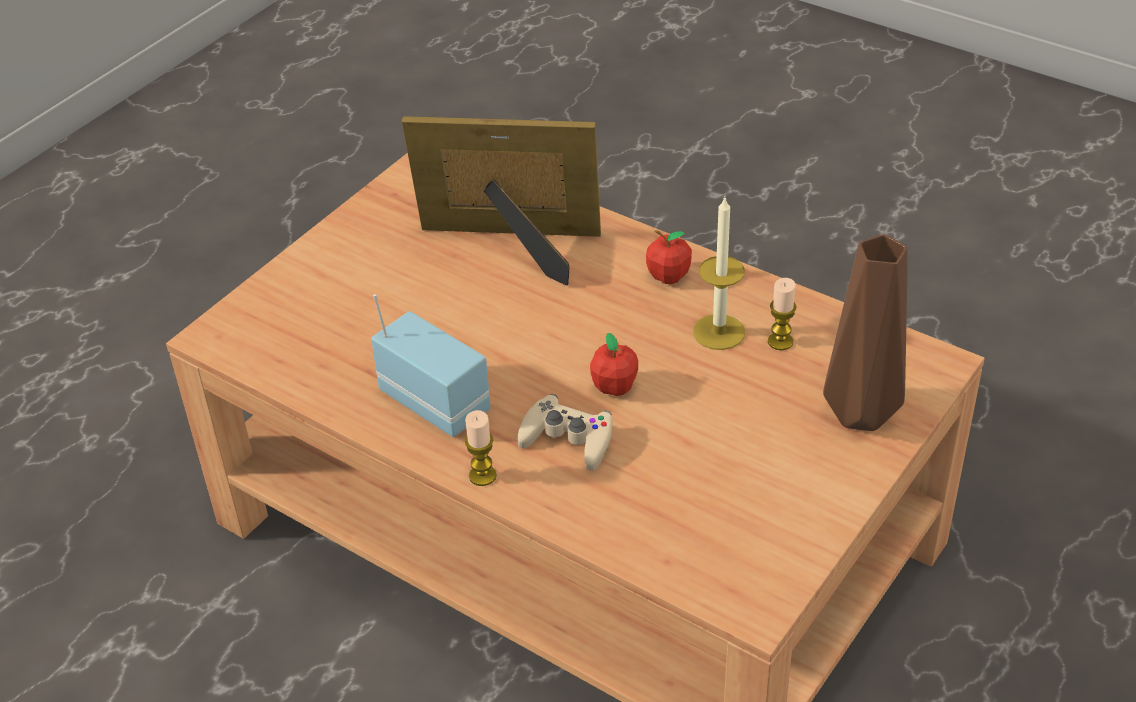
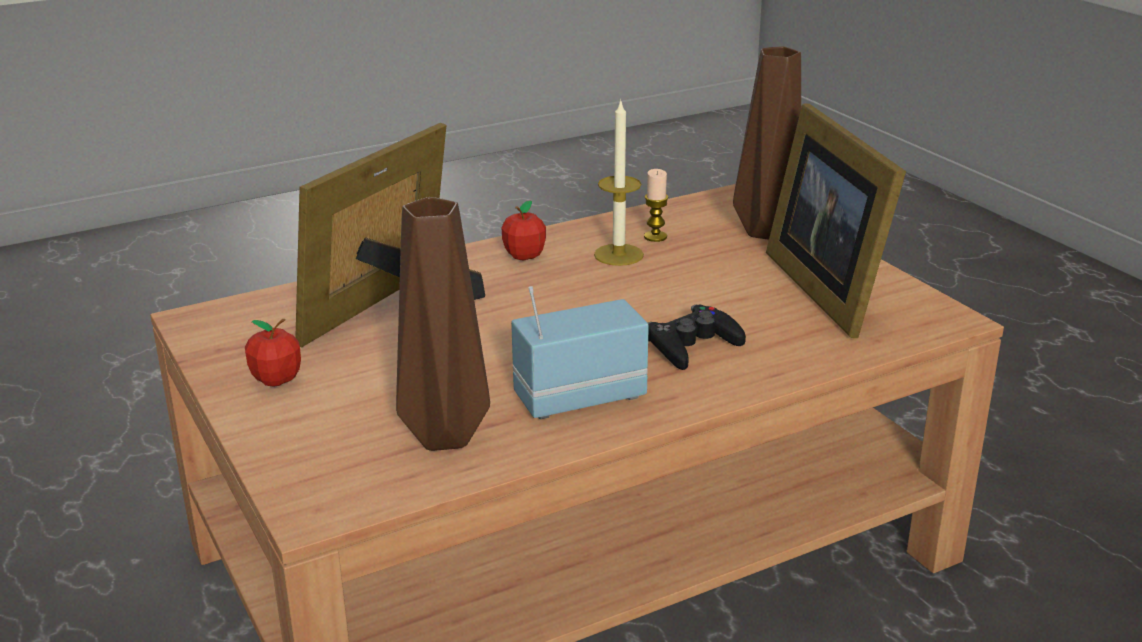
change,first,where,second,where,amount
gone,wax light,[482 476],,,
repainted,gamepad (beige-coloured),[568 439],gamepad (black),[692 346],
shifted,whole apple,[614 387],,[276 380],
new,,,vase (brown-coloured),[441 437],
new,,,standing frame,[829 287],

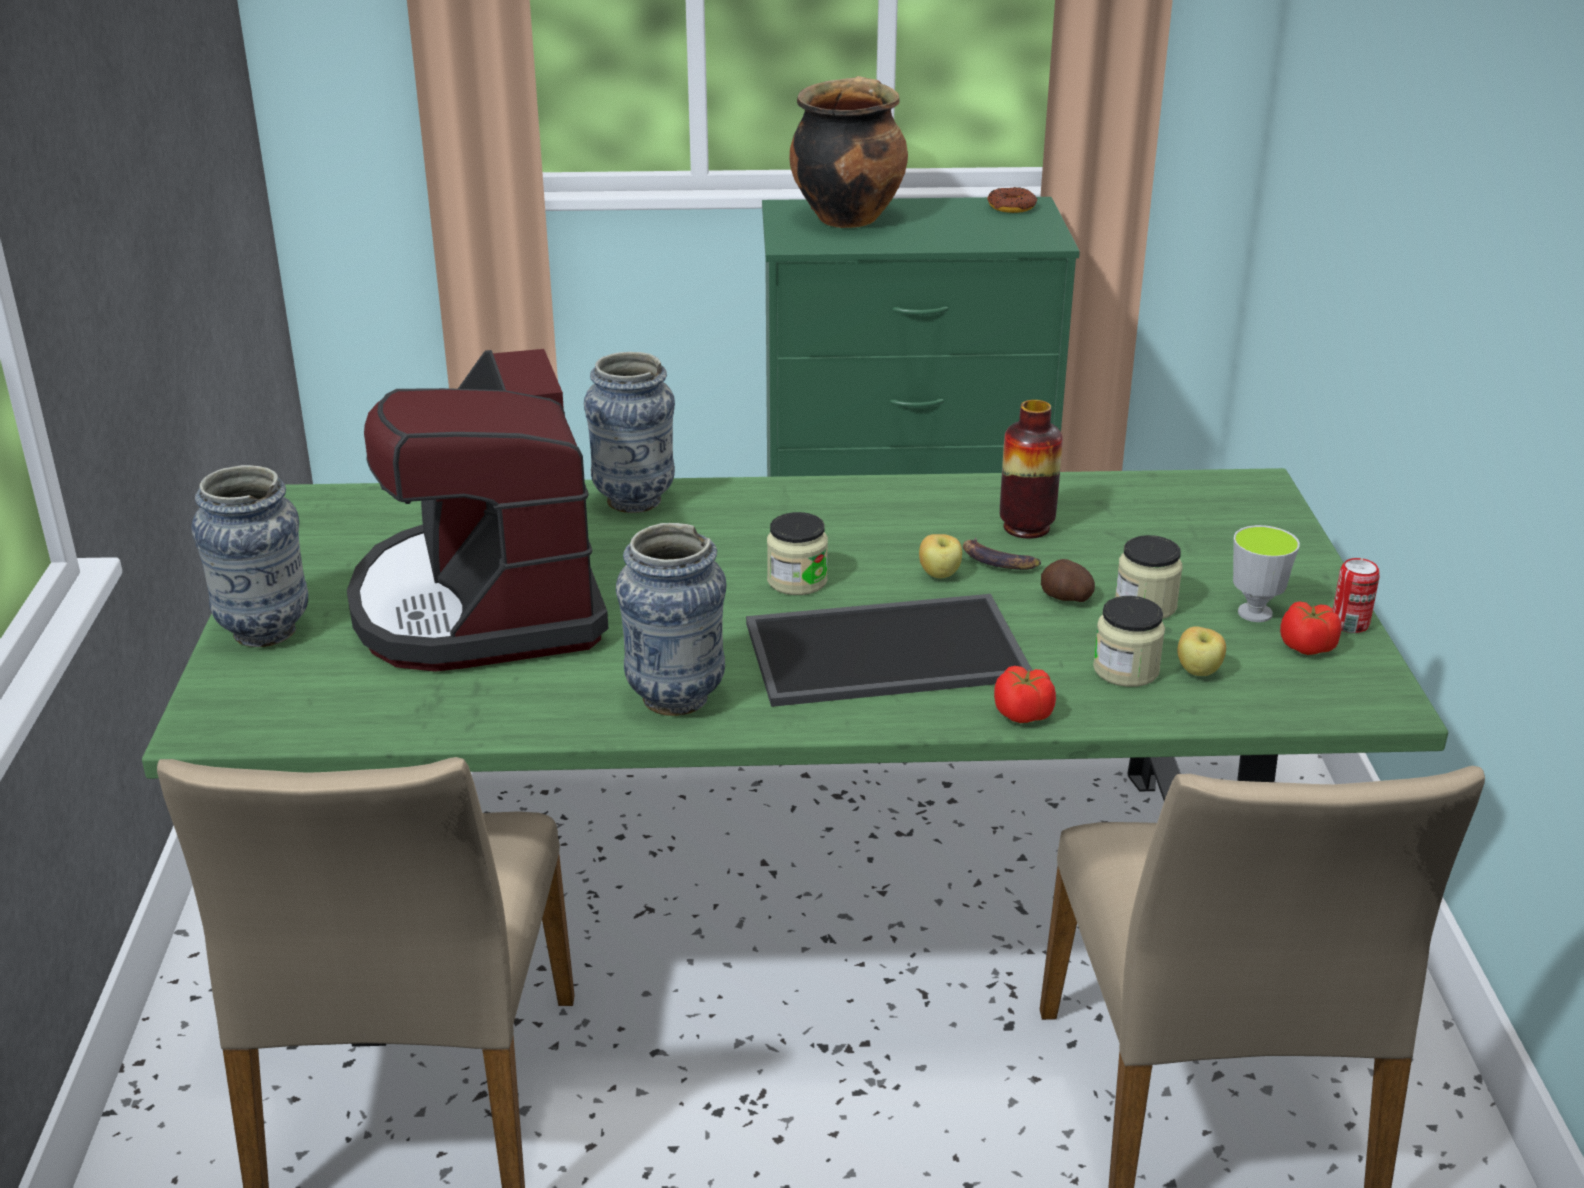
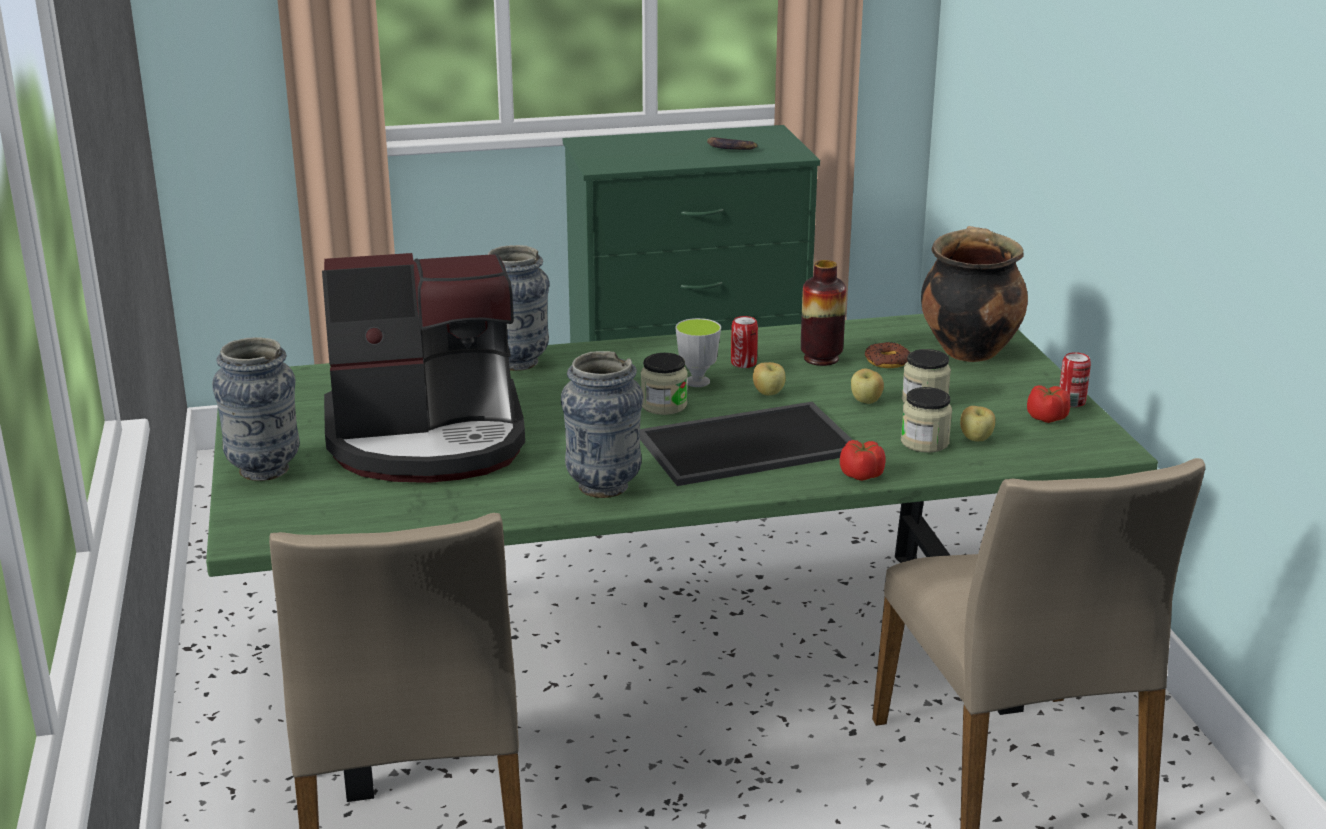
change,first,where,second,where,amount
rotated,coffee maker,[481 605],,[428 440],75 degrees counterclockwise
shifted,cooking pot,[847 217],,[968 350],
shifted,banana fruit,[998 560],,[730 148],
shifted,donut,[1011 207],,[887 361],
swapped,spud,[1065 599],whole apple,[866 401],
shifted,cup,[1255 613],,[697 382],
new,,,sealed can,[743 363],

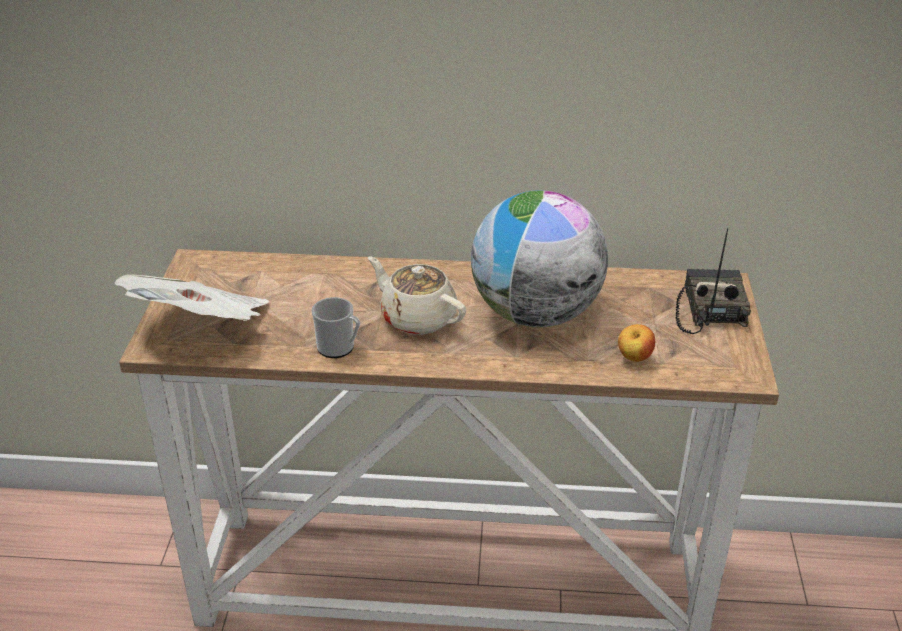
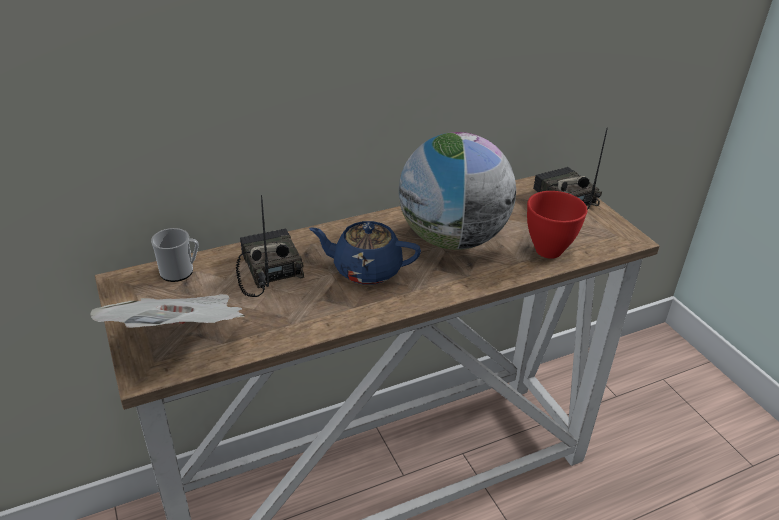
change,first,where,second,where,amount
shifted,mug,[339 348],,[180 272],
repainted,teapot (beige-coloured),[417 318],teapot (blue-coloured),[366 270],
swapped,whole apple,[634 358],bowl (red-coloured),[549 250],
new,,,radio,[267 269],

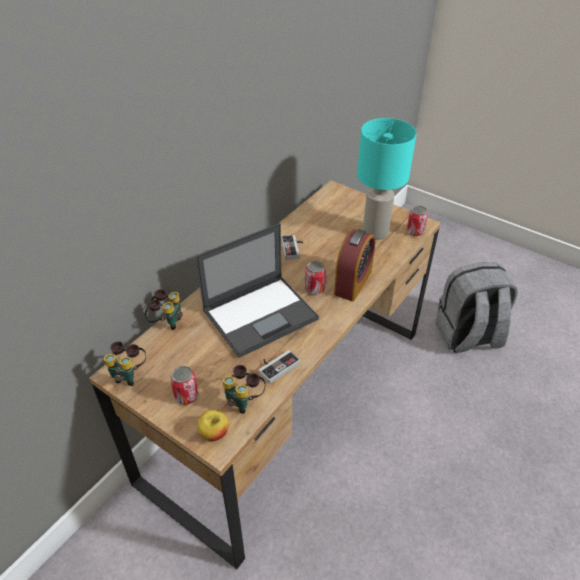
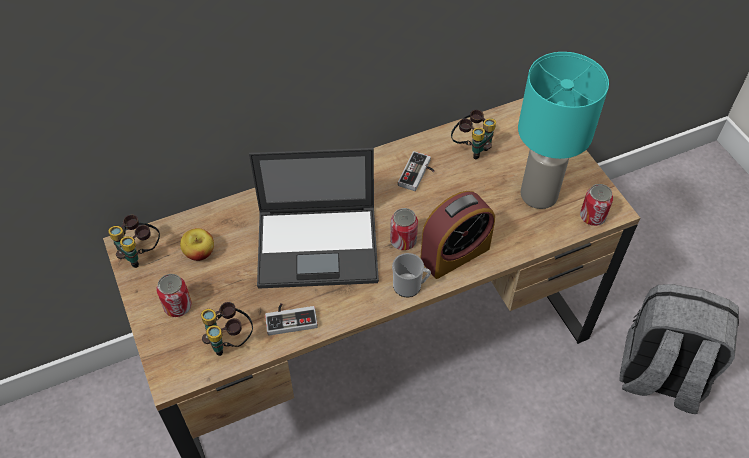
change,first,where,second,where,amount
shifted,field glasses,[166 322],,[472 147],
shifted,whole apple,[214 433],,[199 253],
new,,,mug,[410 286],

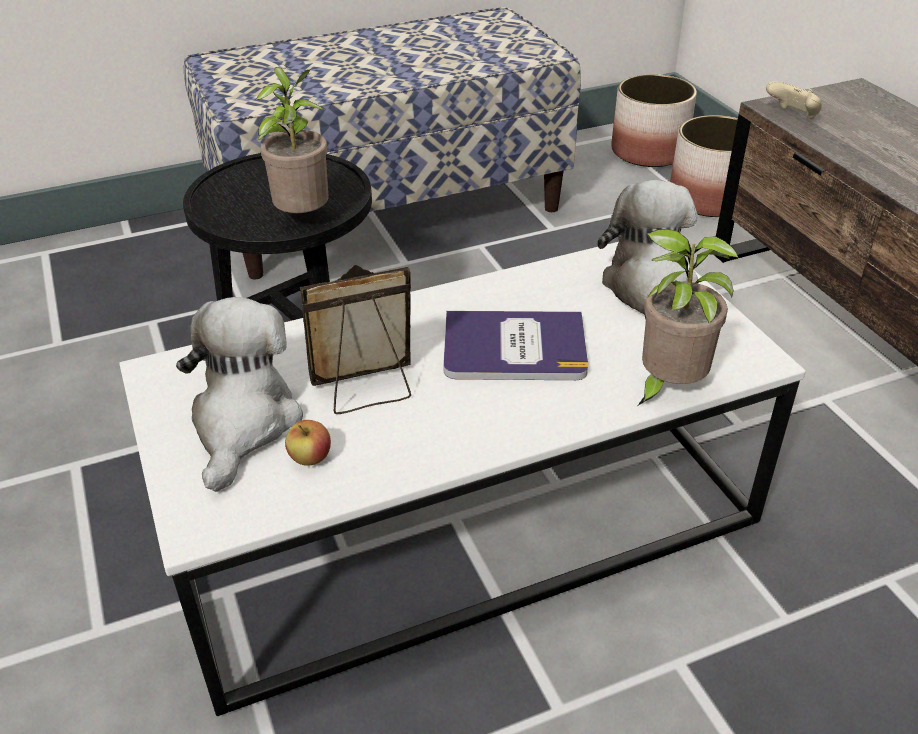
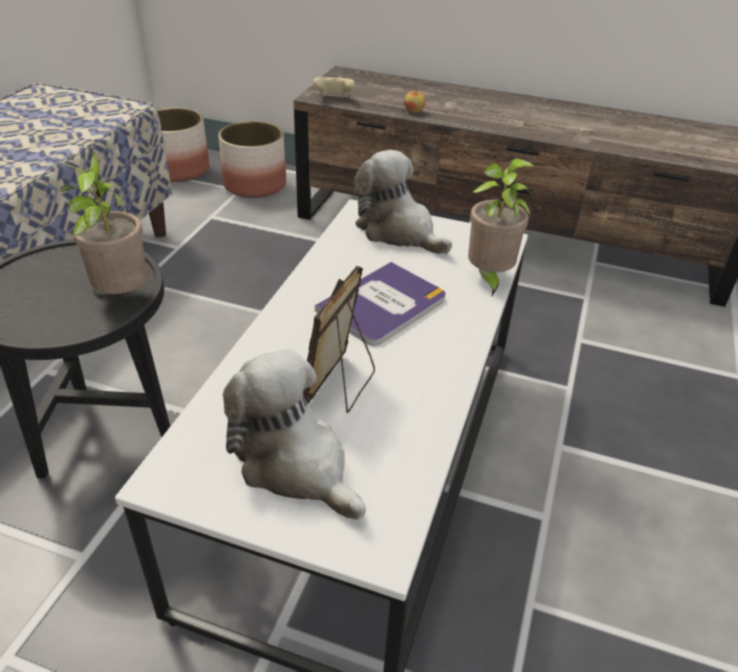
change,first,where,second,where,amount
shifted,whole apple,[310 458],,[414 111],

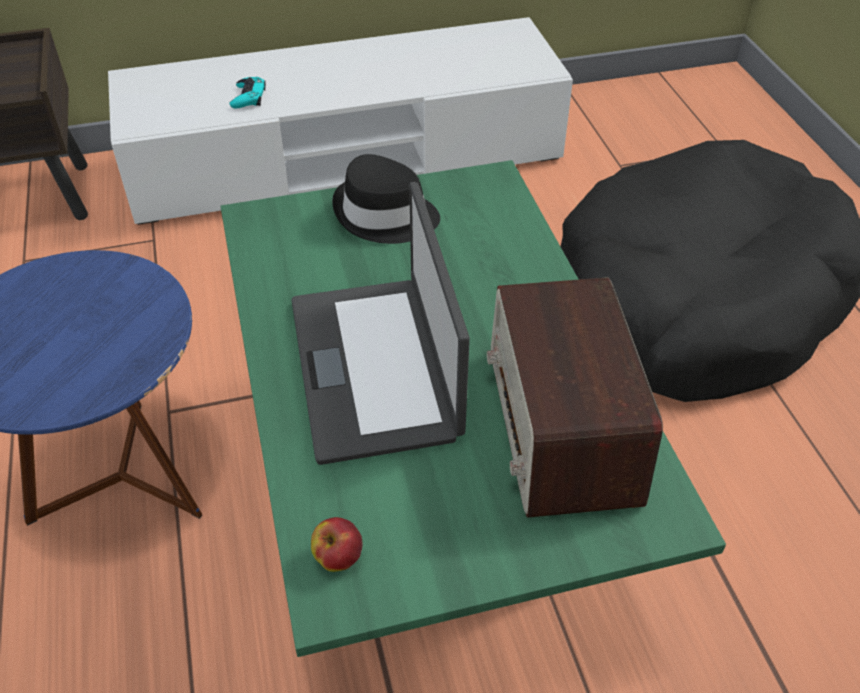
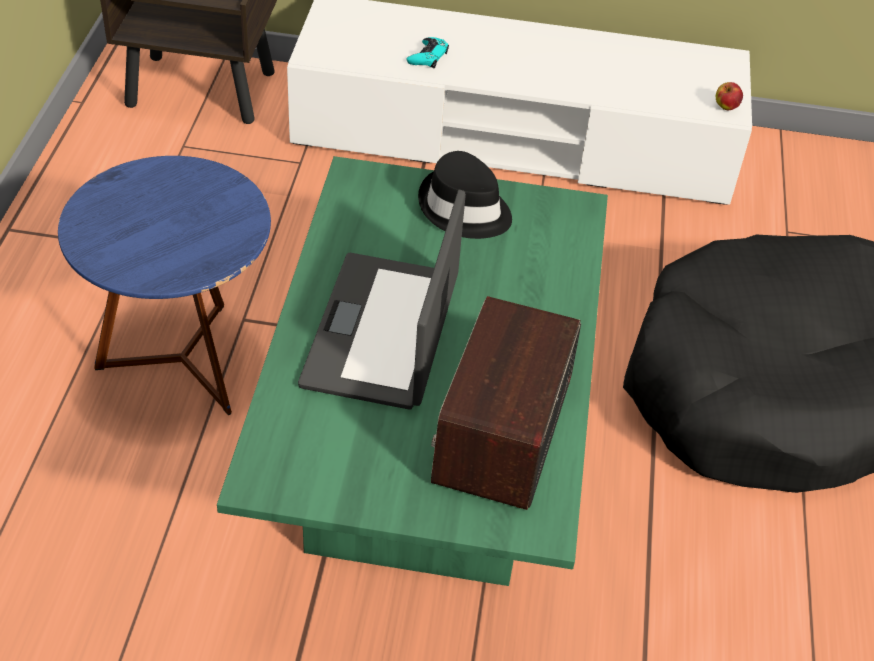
change,first,where,second,where,amount
shifted,whole apple,[338 557],,[726 107],

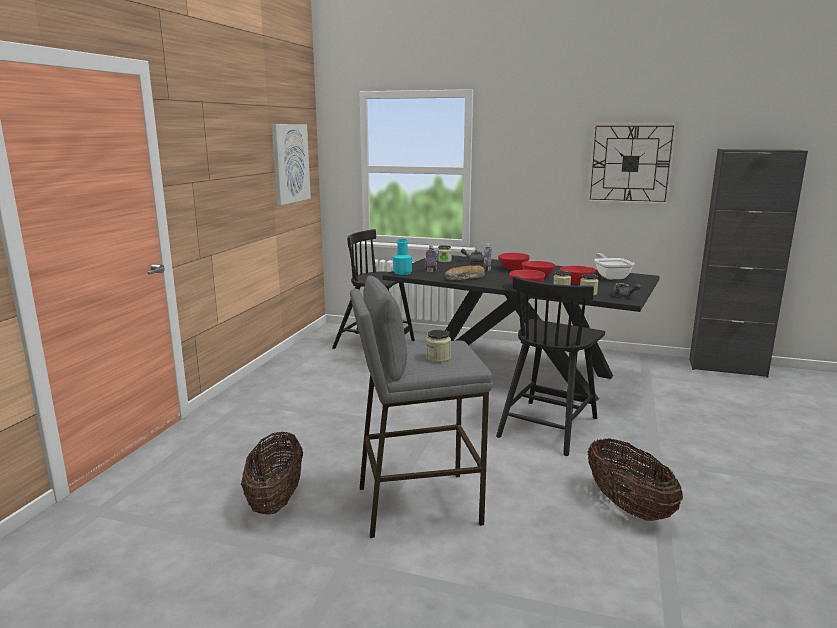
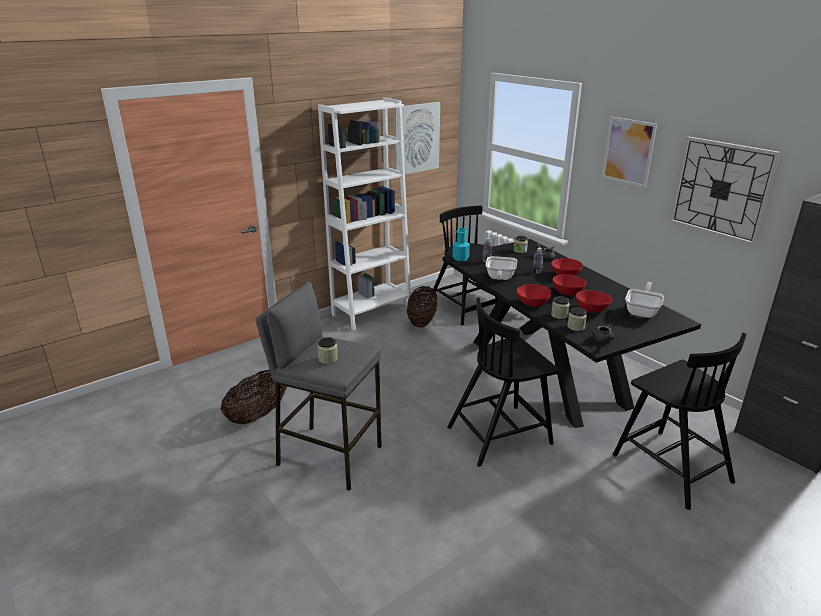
change,first,where,second,where,amount
swapped,baked bread,[465 278],pan,[499 278],
shifted,household basket,[628 506],,[422 321],
new,,,bookcase (white-coloured),[371 312],
new,,,picture,[628 151],
new,,,chair (black),[670 467],

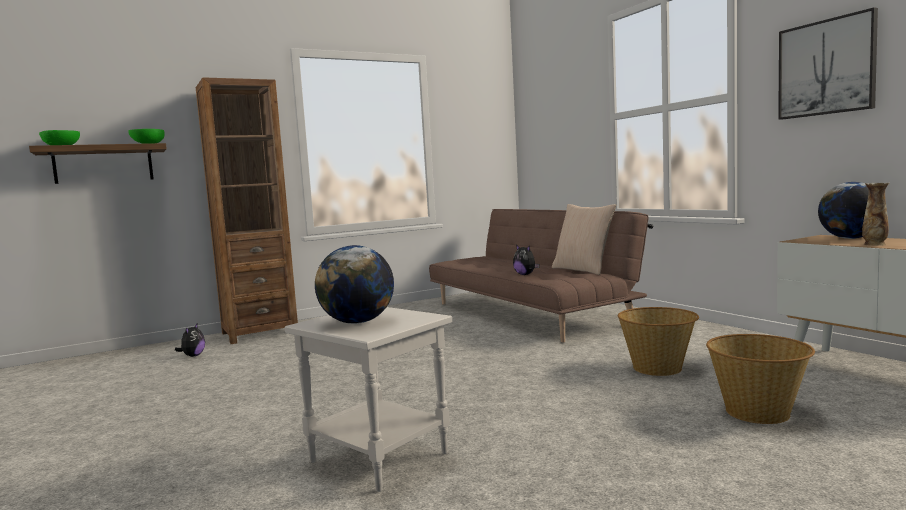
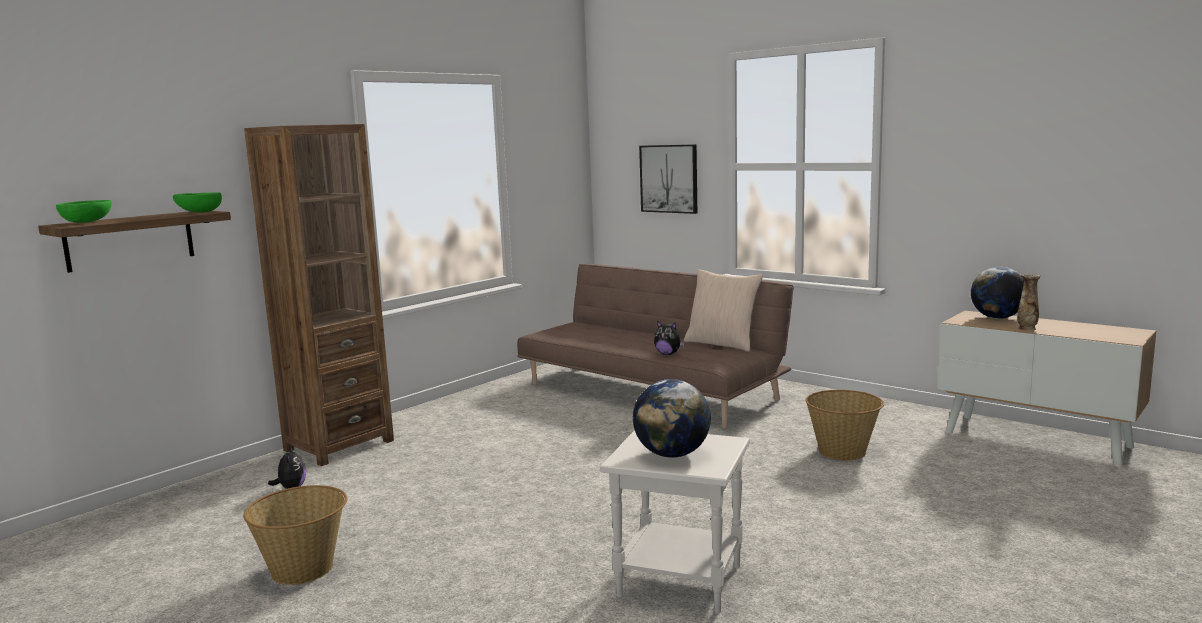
change,first,where,second,where,amount
shifted,household basket,[758 412],,[303 569],
shifted,picture,[826 67],,[669 178],

